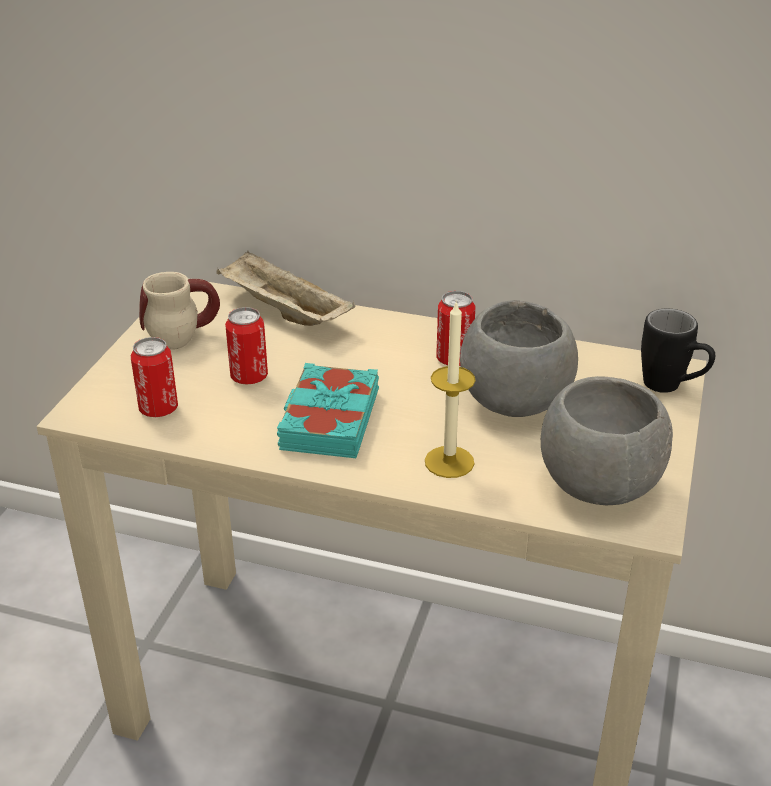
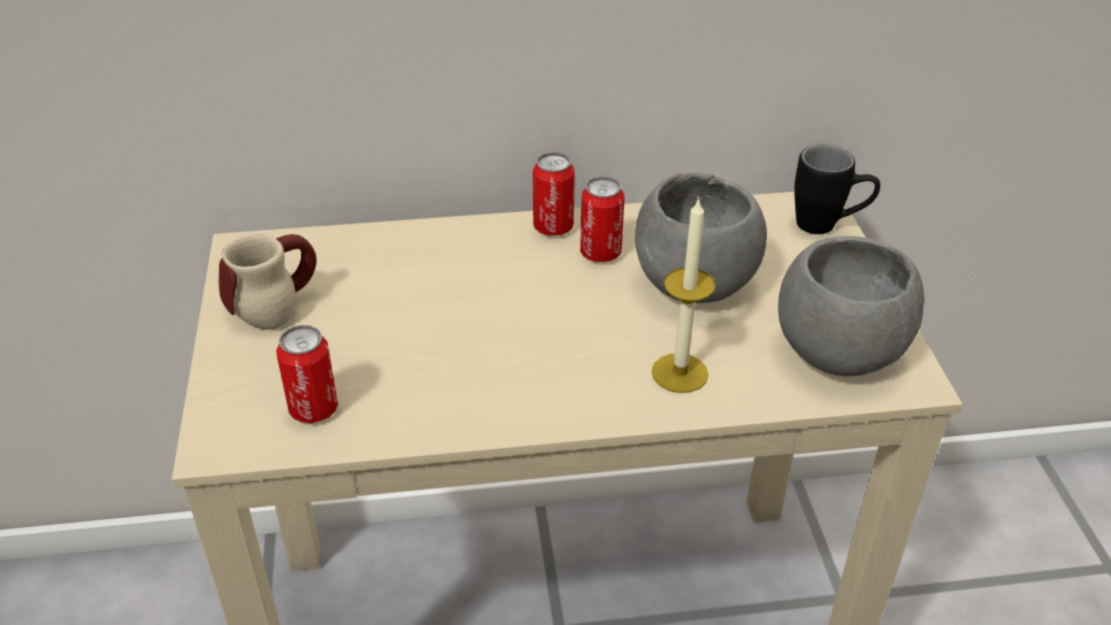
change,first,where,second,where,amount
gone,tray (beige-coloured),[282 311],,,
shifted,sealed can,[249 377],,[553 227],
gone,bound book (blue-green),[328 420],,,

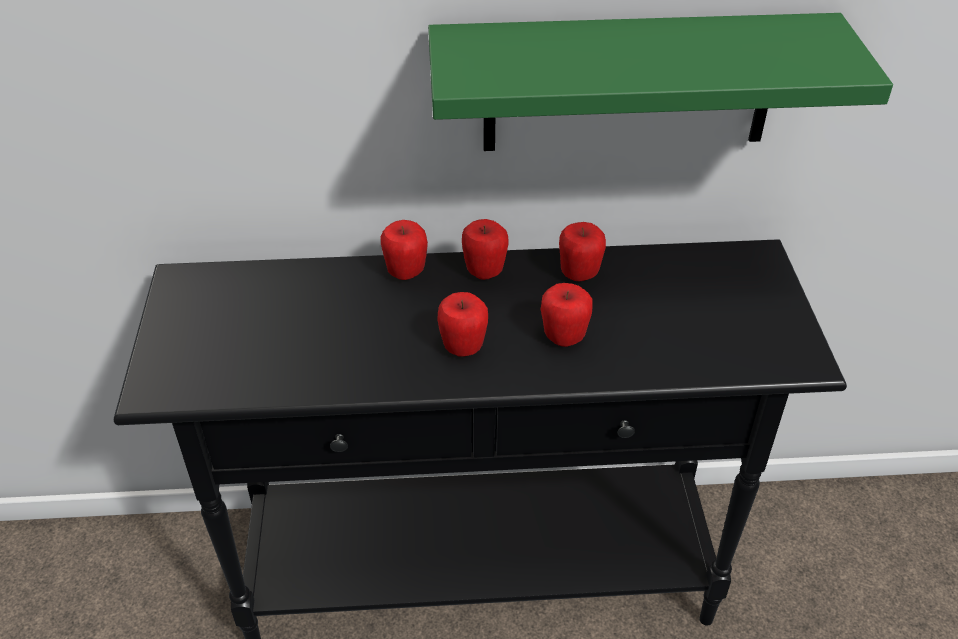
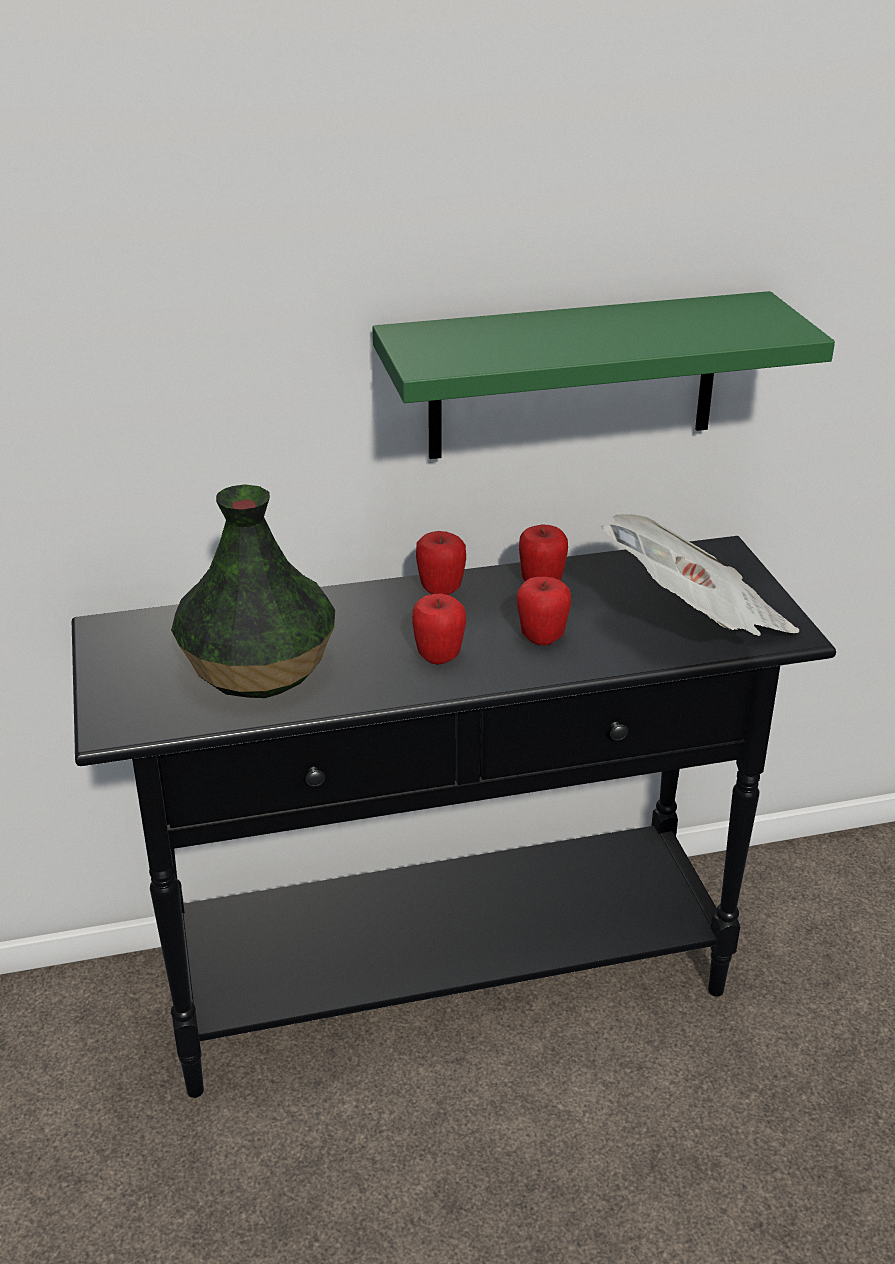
change,first,where,second,where,amount
gone,whole apple,[406 273],,,
new,,,vase,[258 667],
new,,,printed paper,[696 622],

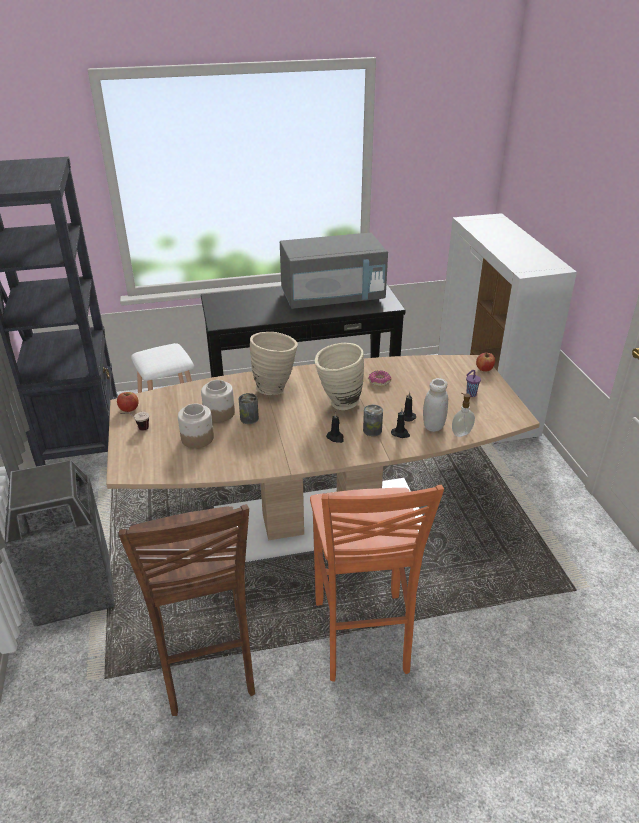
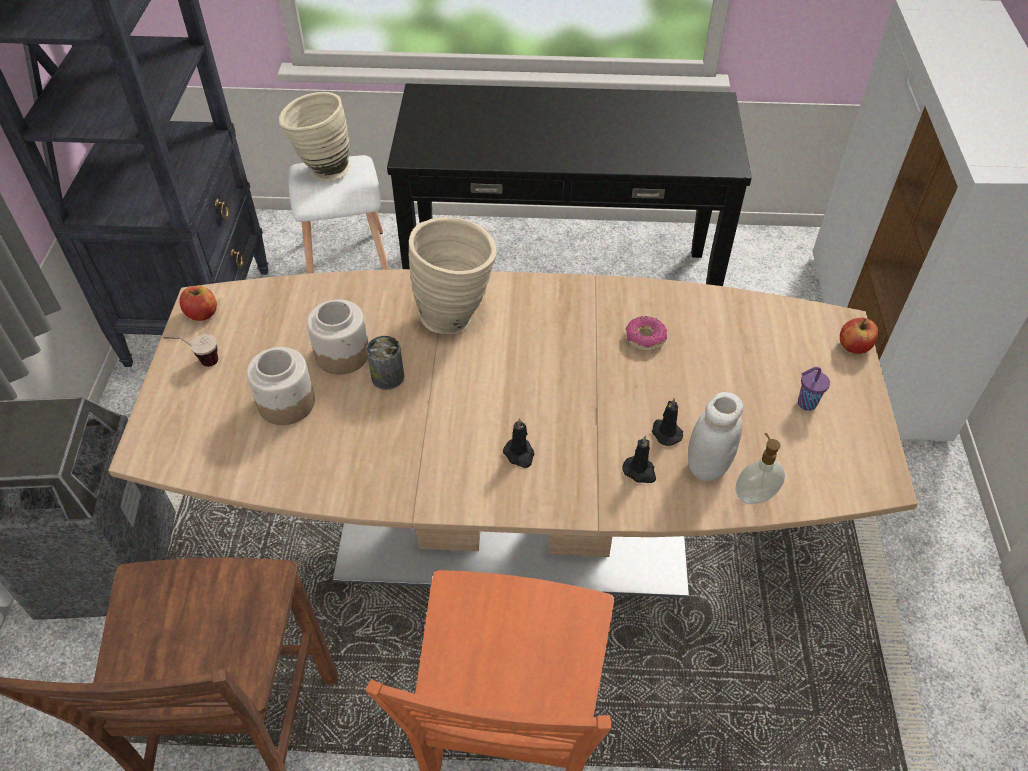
change,first,where,second,where,amount
gone,microwave (grey),[333 298],,,
shifted,vase (beige-coloured),[338 404],,[322 172],
gone,sealed can,[372 430],,,

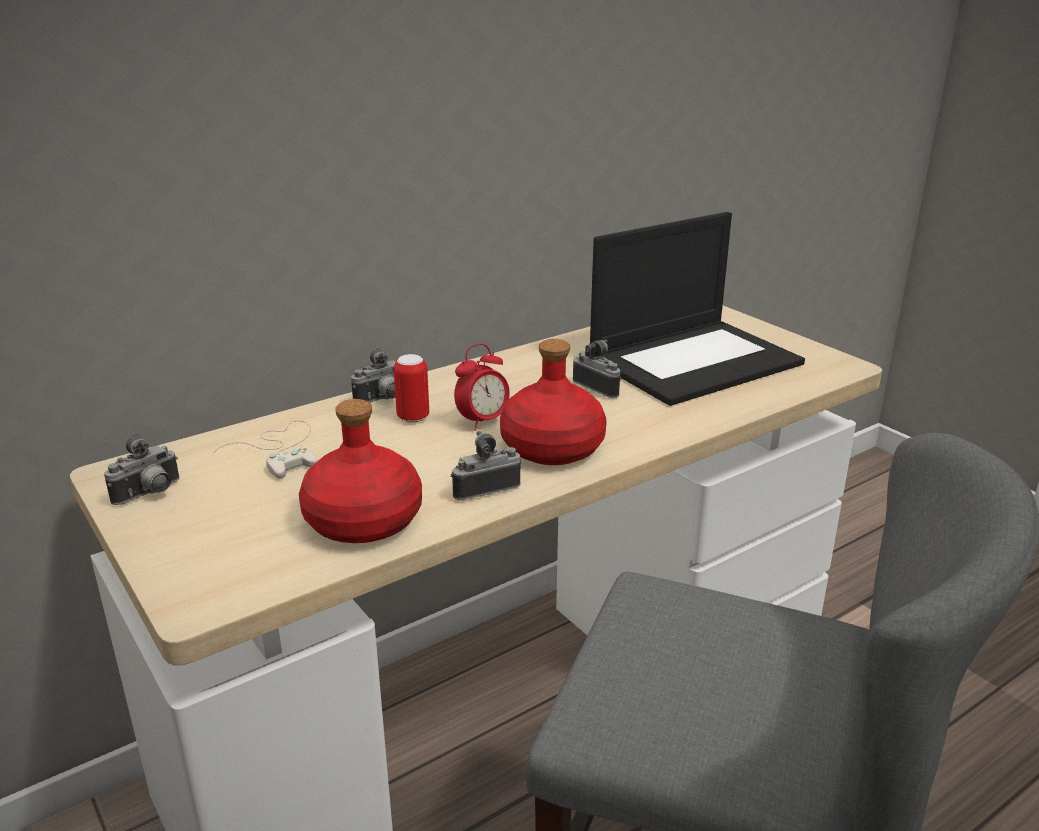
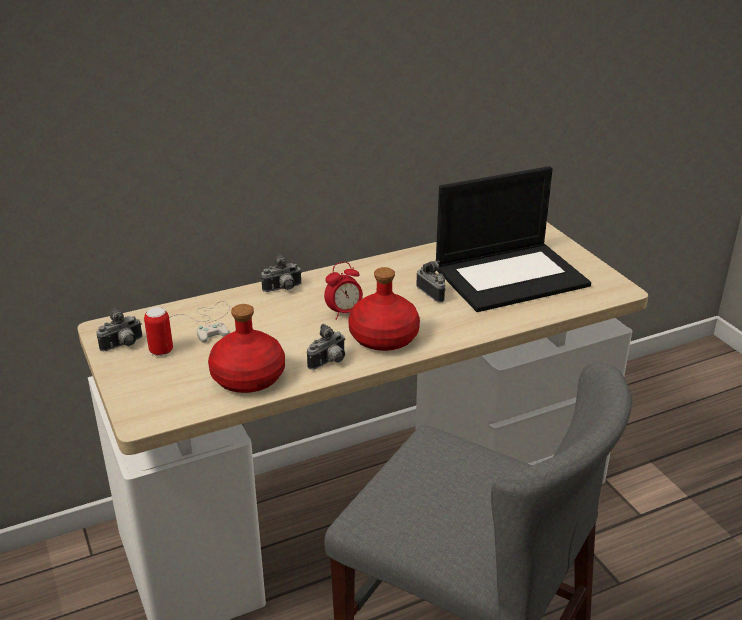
change,first,where,second,where,amount
shifted,sealed can,[413 417],,[161 351],
rotated,photo camera,[484 488],,[329 362],150 degrees clockwise

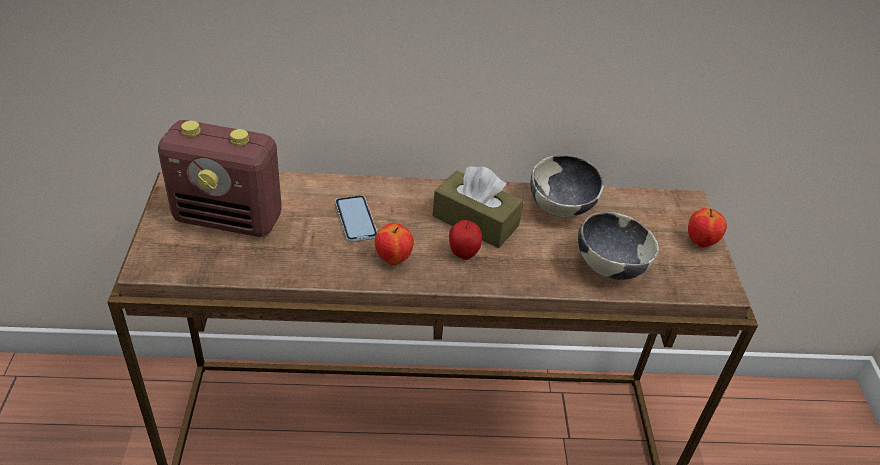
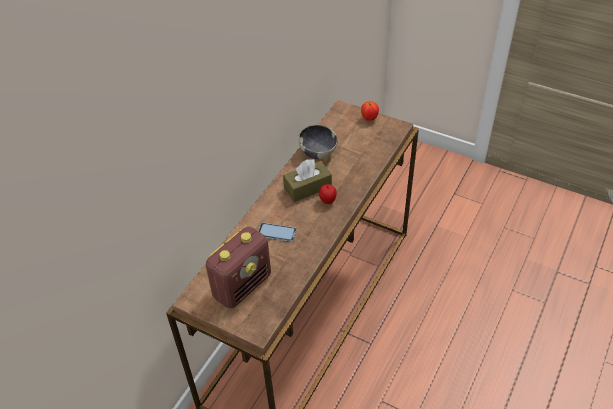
change,first,where,second,where,amount
gone,whole apple,[393 259],,,
gone,bowl,[609 266],,,

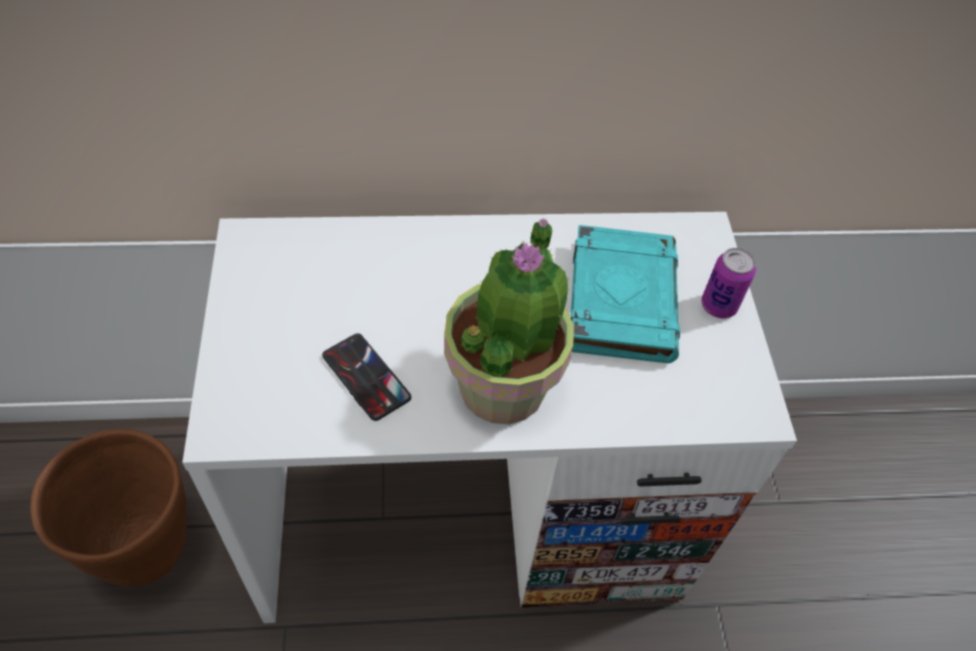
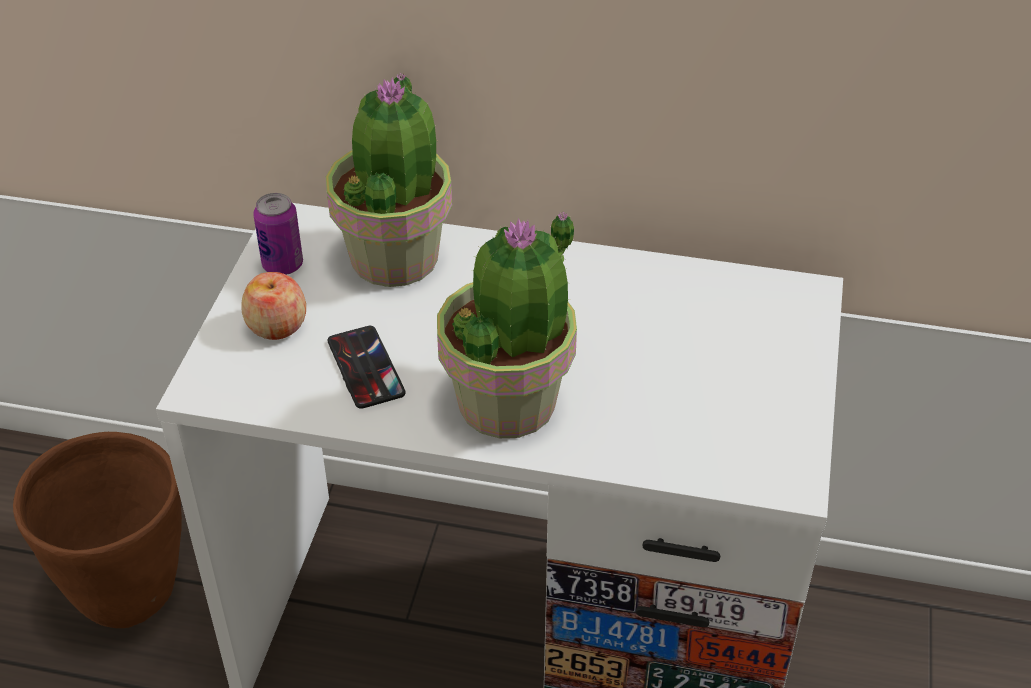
change,first,where,second,where,amount
gone,bound book (blue-green),[621 299],,,
shifted,sealed can,[718 306],,[282 265],
new,,,whole apple,[277 325],
new,,,plant in a pot,[396 257],

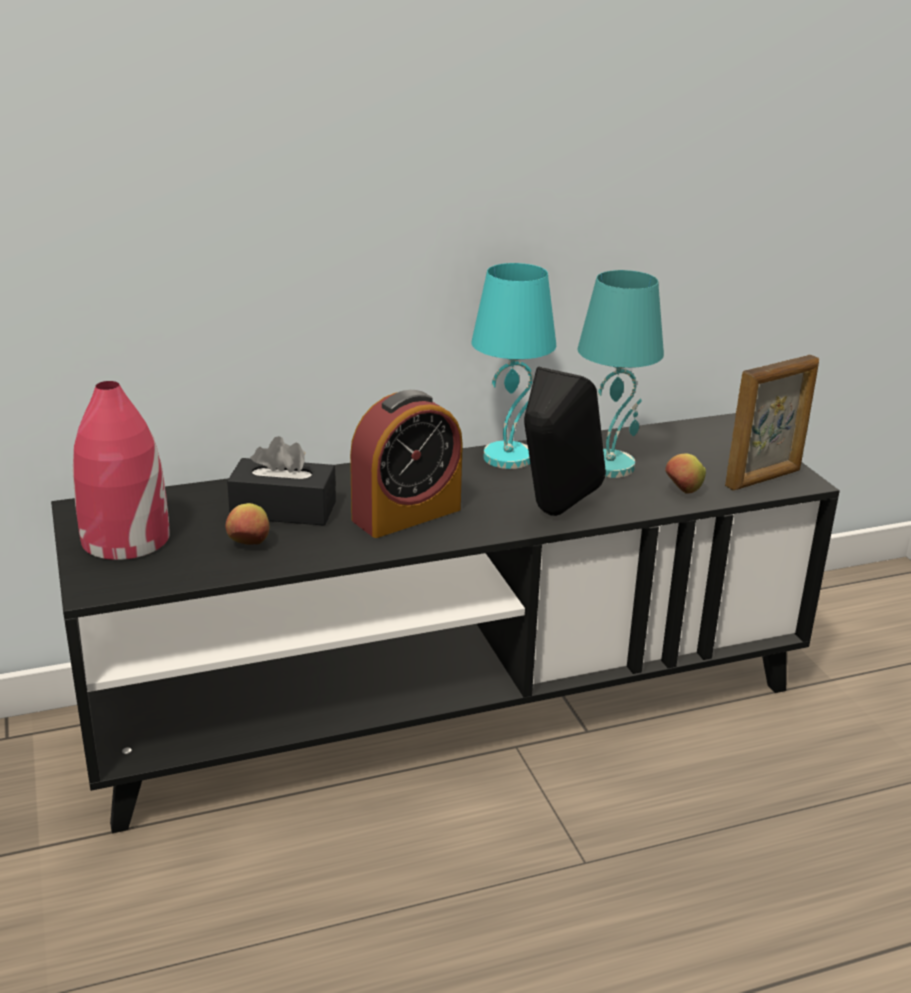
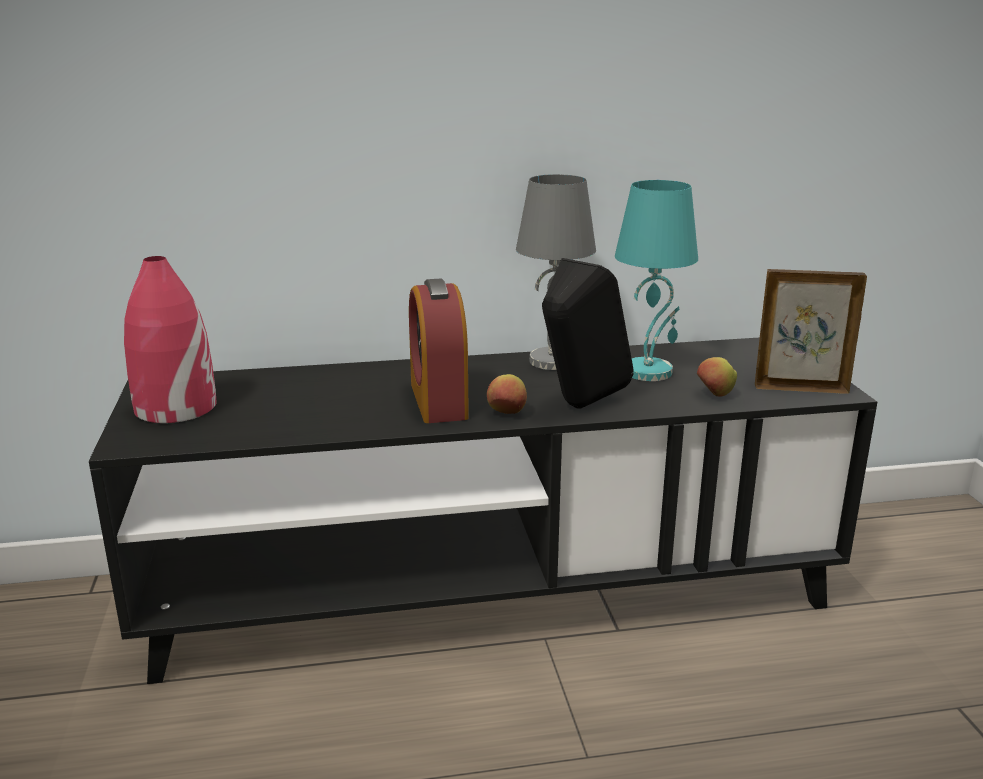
change,first,where,second,where,amount
shifted,whole apple,[249 544],,[507 414],
gone,box of tissues (black),[283 510],,,
rotated,alarm clock,[406 514],,[438 401],105 degrees clockwise
repainted,lamp for a table (blue-green),[509 457],lamp for a table (grey),[553 361],
rotated,standing frame,[764 479],,[800 388],150 degrees counterclockwise

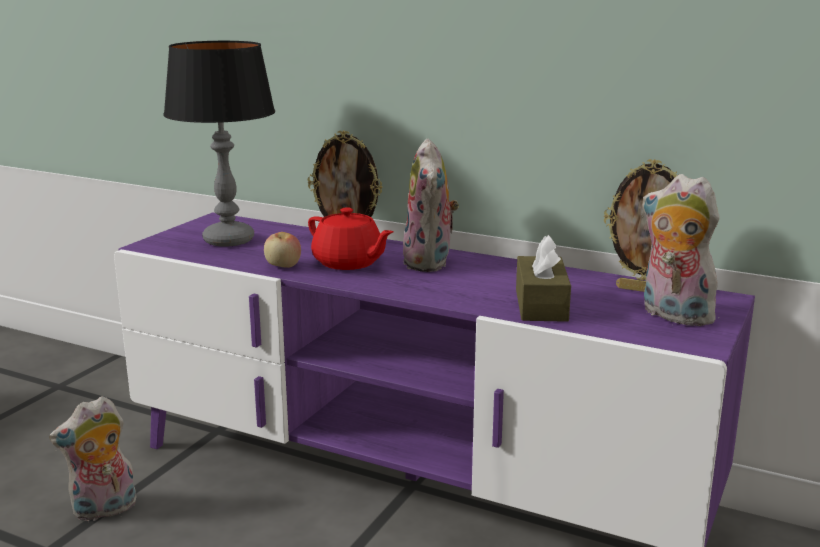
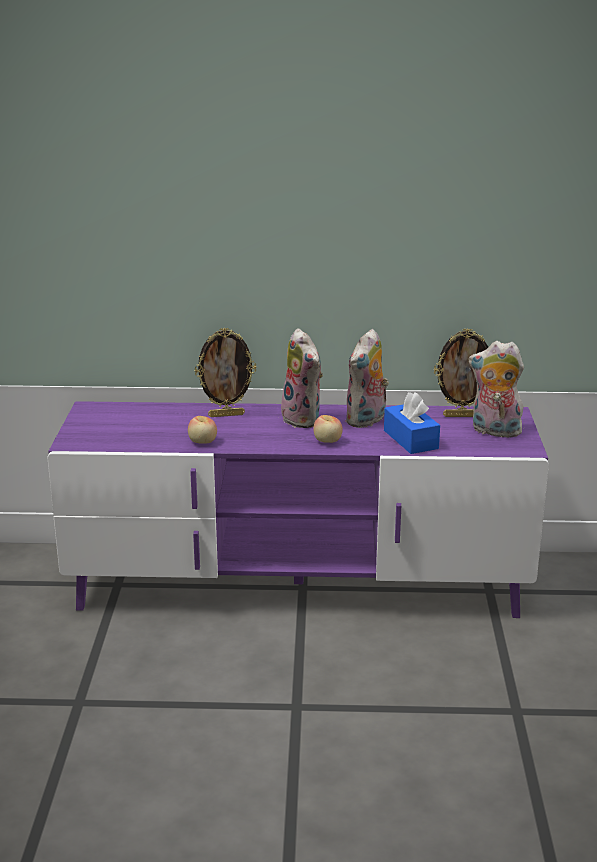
change,first,where,second,where,amount
shifted,soft toy,[104 510],,[367 421],
gone,lamp for a table,[228 240],,,
gone,teapot (red-coloured),[349 263],,,
repainted,box of tissues (brown-coloured),[541 305],box of tissues (blue-coloured),[410 439],
new,,,whole apple,[327 441],

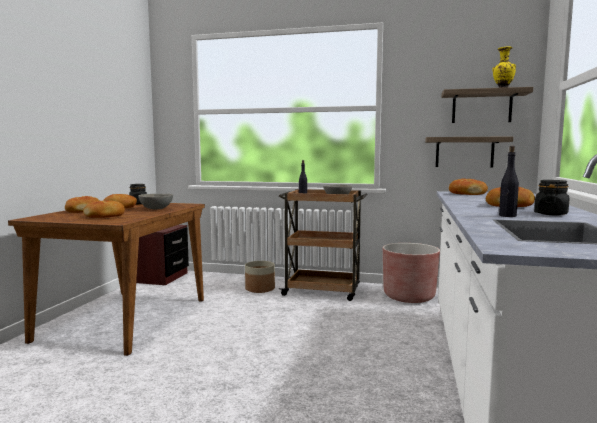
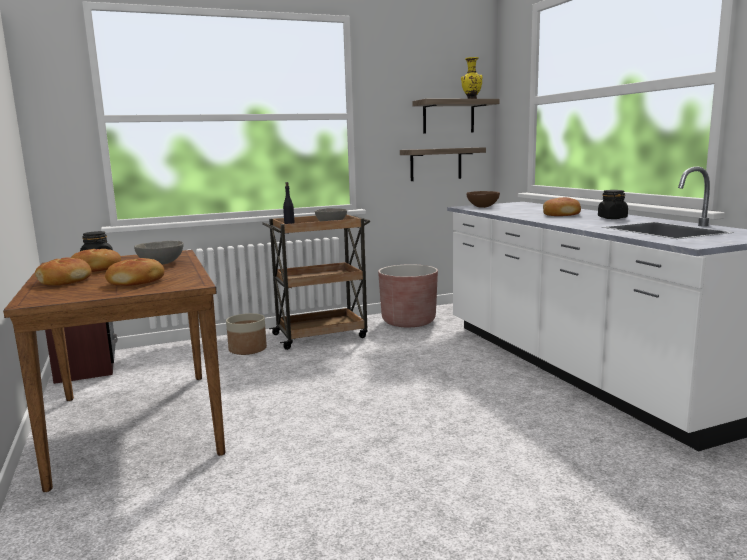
change,first,where,second,where,amount
swapped,baked bread,[466 193],bowl (brown-coloured),[483 207],
gone,drink bottle (black),[507 216],,,

